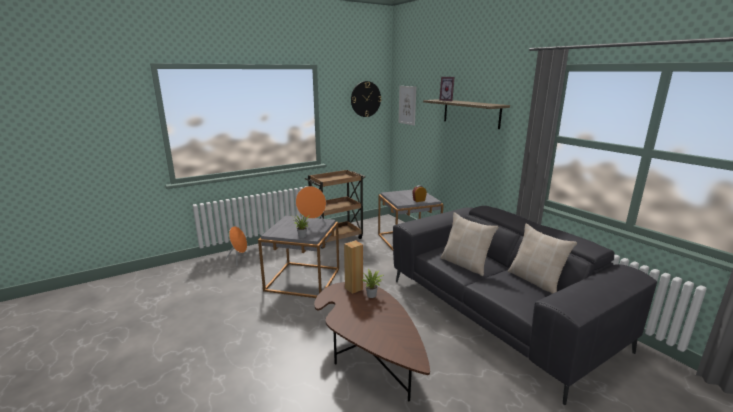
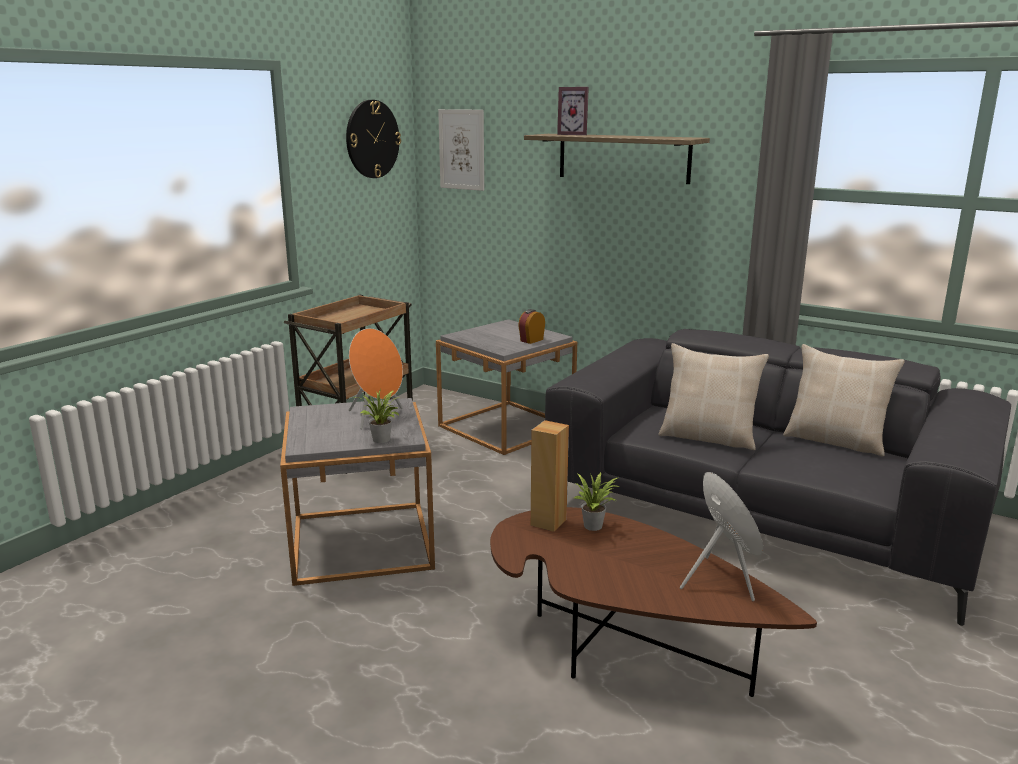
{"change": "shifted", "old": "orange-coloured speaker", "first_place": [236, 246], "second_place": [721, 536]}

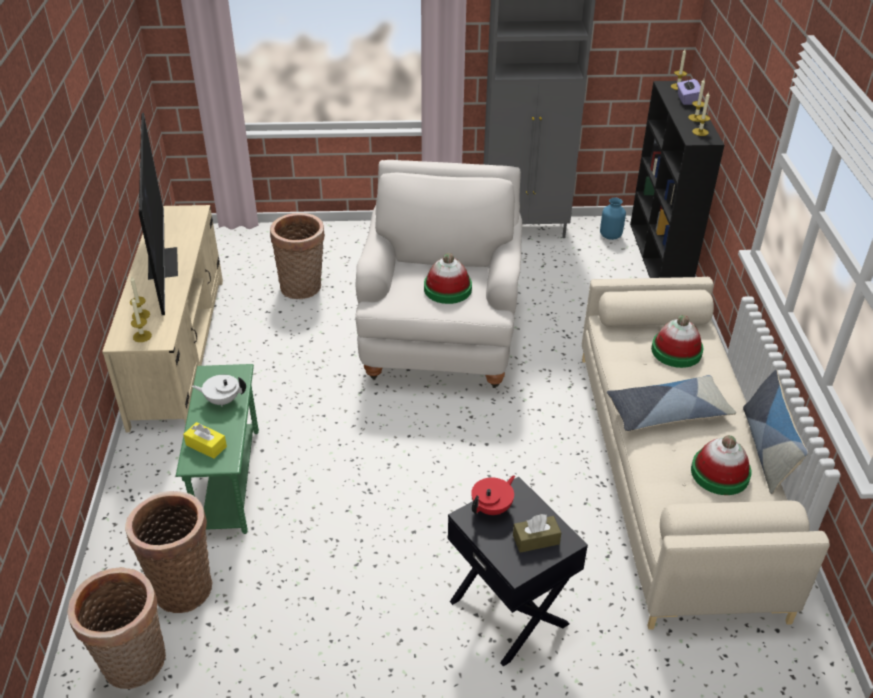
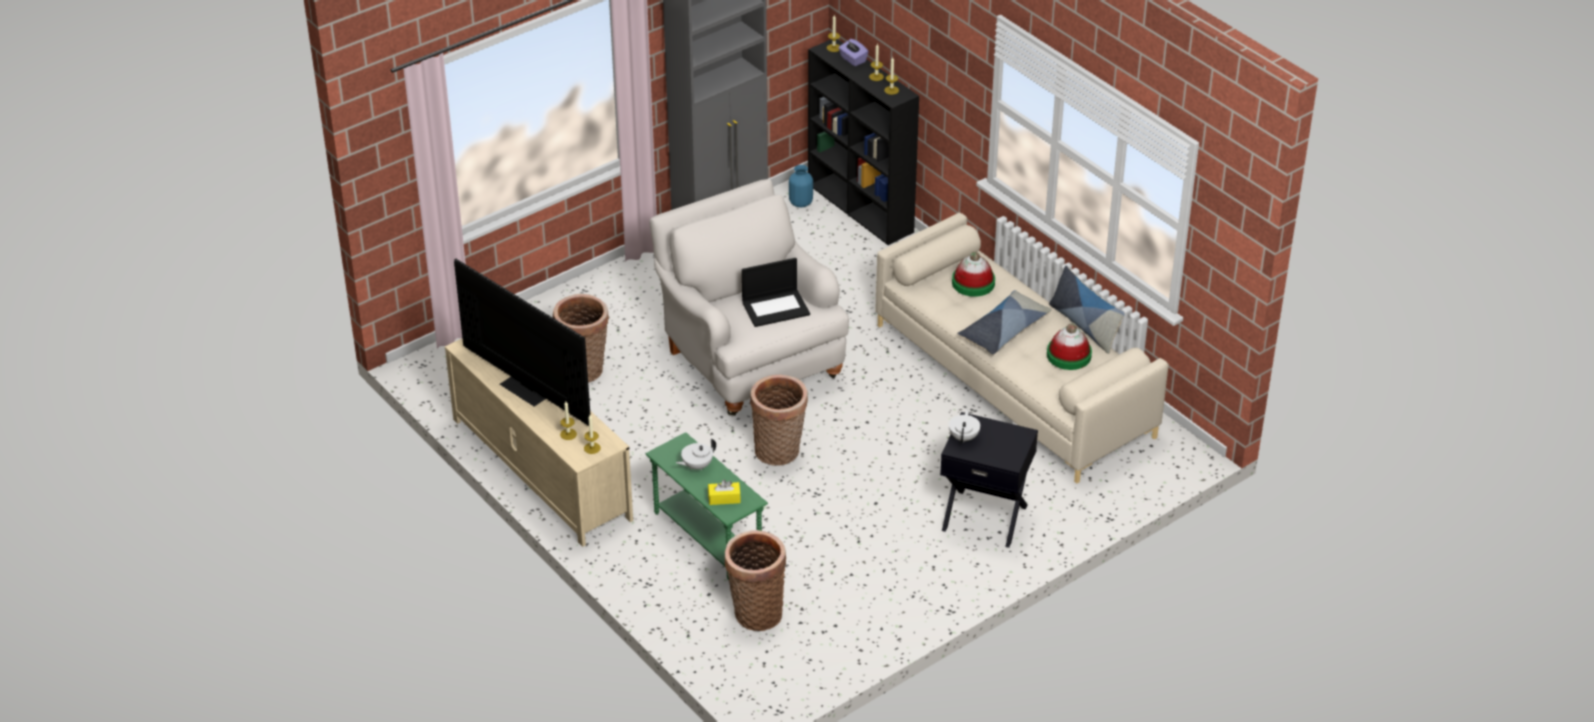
{"change": "swapped", "old": "clothing hat", "new": "portable computer", "first_place": [448, 278], "second_place": [776, 292]}
{"change": "repainted", "old": "reddish pot for tea", "new": "white pot for tea", "first_place": [493, 495], "second_place": [964, 426]}
{"change": "gone", "old": "brownish tissue holder", "first_place": [537, 533]}
{"change": "shifted", "old": "basket", "first_place": [117, 628], "second_place": [779, 420]}

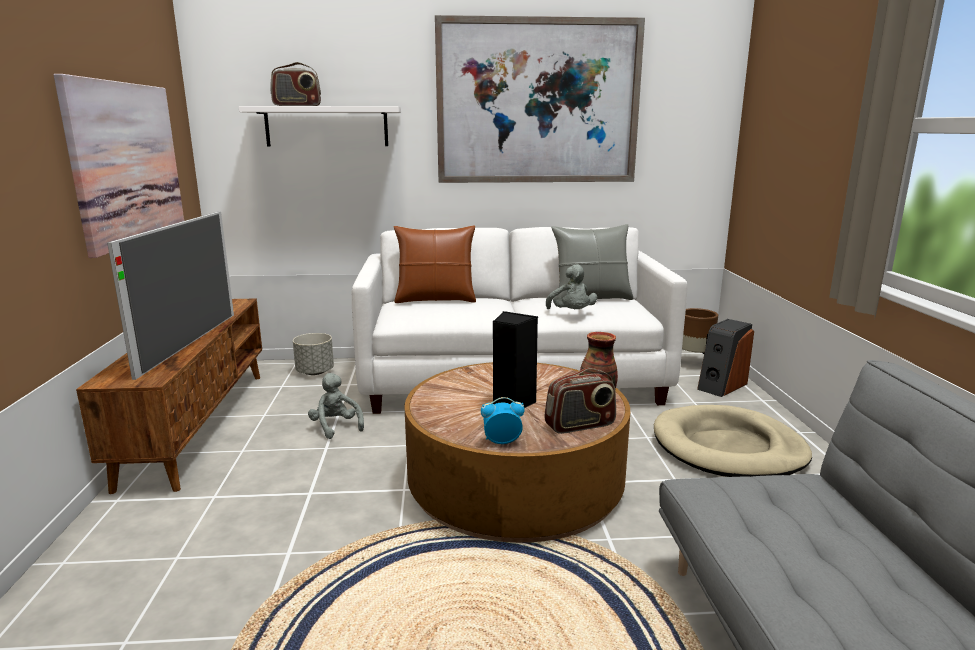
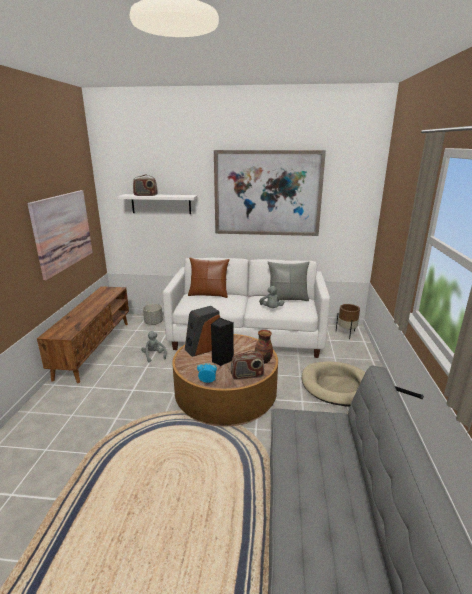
{"change": "gone", "old": "TV", "first_place": [170, 295]}
{"change": "shifted", "old": "speaker", "first_place": [725, 358], "second_place": [202, 331]}

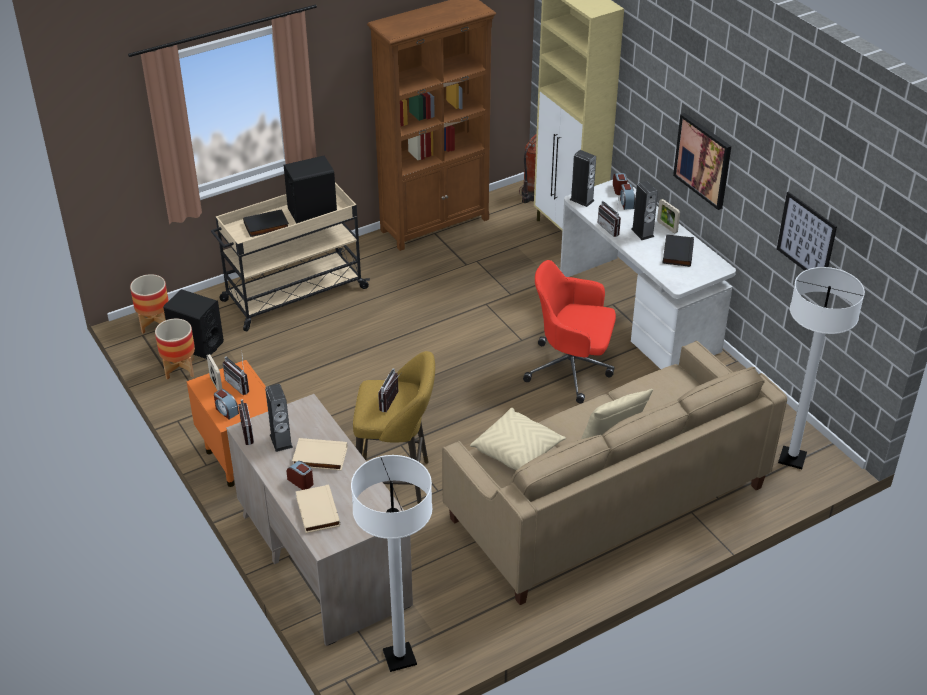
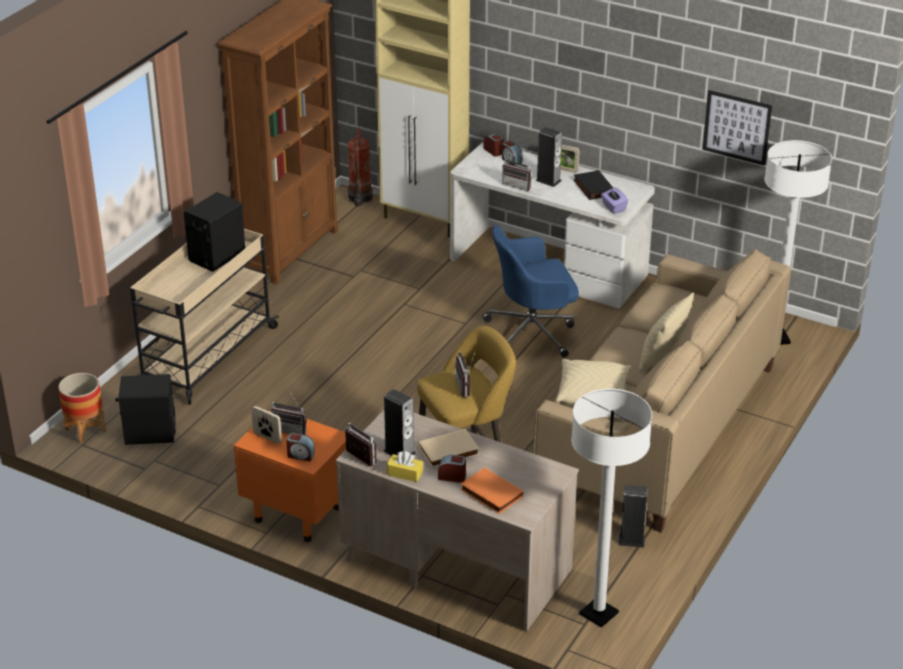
{"change": "gone", "old": "picture", "first_place": [702, 161]}
{"change": "shifted", "old": "speaker", "first_place": [583, 178], "second_place": [633, 516]}
{"change": "gone", "old": "black-coloured volume", "first_place": [266, 223]}
{"change": "repainted", "old": "reddish desk chair", "new": "blue-coloured desk chair", "first_place": [569, 332], "second_place": [531, 291]}
{"change": "gone", "old": "planter", "first_place": [175, 349]}
{"change": "repainted", "old": "sand-coloured volume", "new": "orange-coloured volume", "first_place": [318, 508], "second_place": [492, 490]}
{"change": "new", "new": "purple tissue holder", "second_place": [614, 200]}
{"change": "new", "new": "yellow tissue holder", "second_place": [405, 466]}

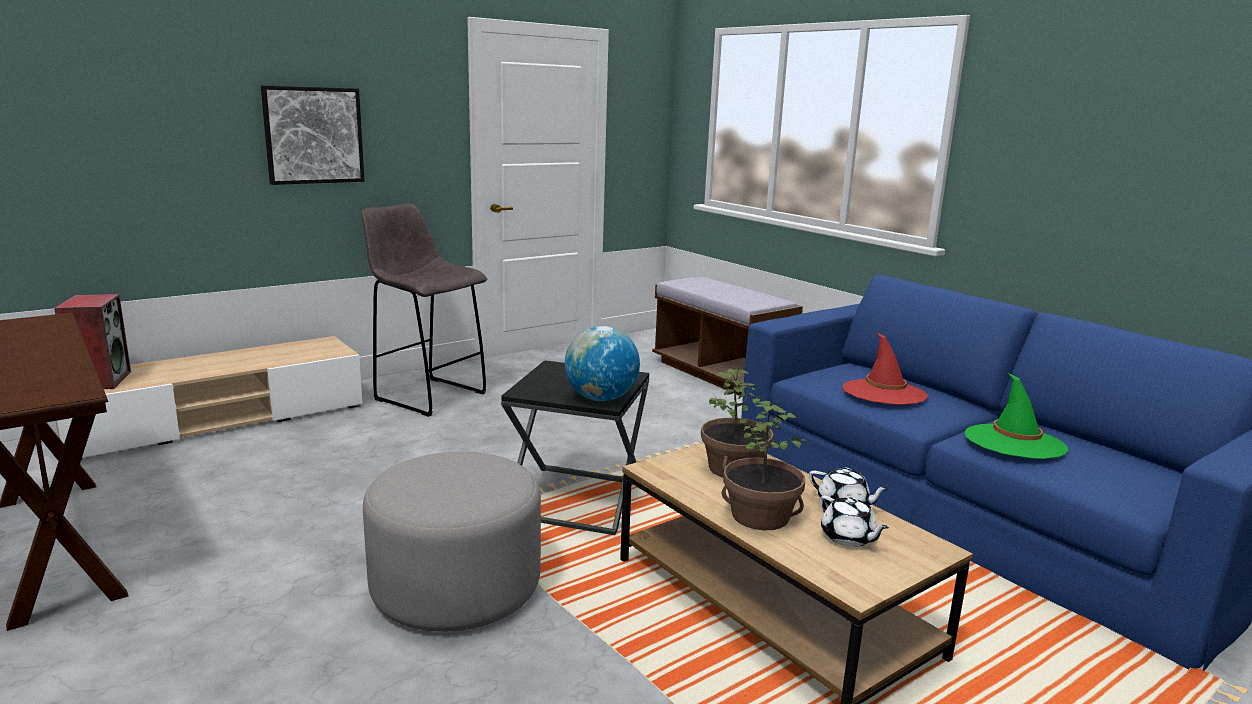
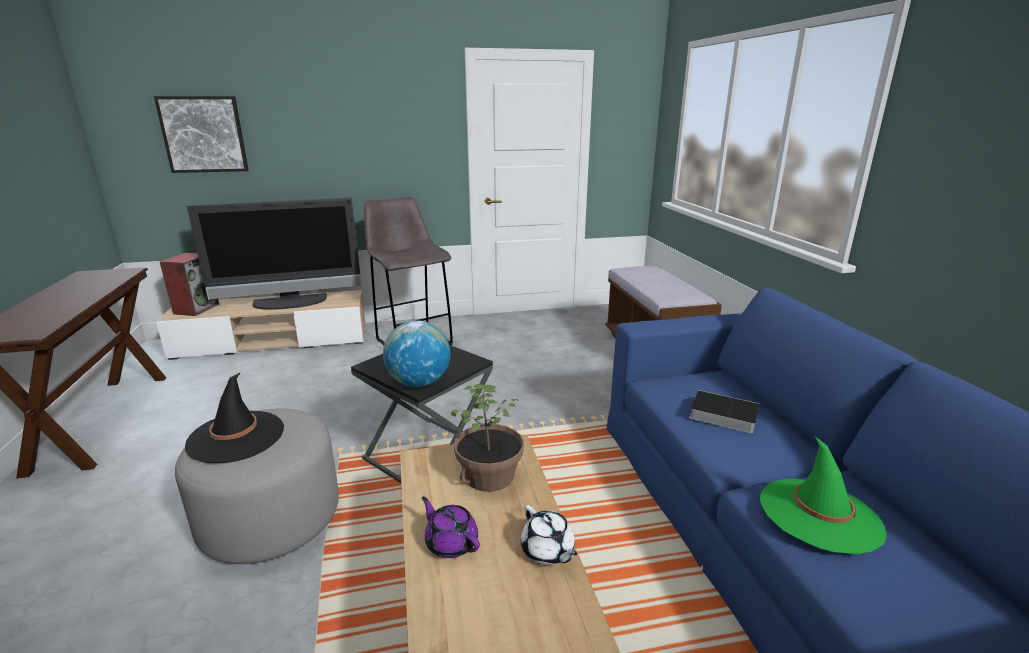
{"change": "shifted", "old": "picture", "first_place": [313, 135], "second_place": [201, 134]}
{"change": "swapped", "old": "reddish clothing hat", "new": "volume", "first_place": [885, 368], "second_place": [722, 412]}
{"change": "swapped", "old": "plant in a pot", "new": "purple pot for tea", "first_place": [765, 465], "second_place": [451, 527]}
{"change": "gone", "old": "white pot for tea", "first_place": [854, 521]}
{"change": "new", "new": "TV", "second_place": [274, 254]}
{"change": "new", "new": "black-coloured clothing hat", "second_place": [234, 417]}

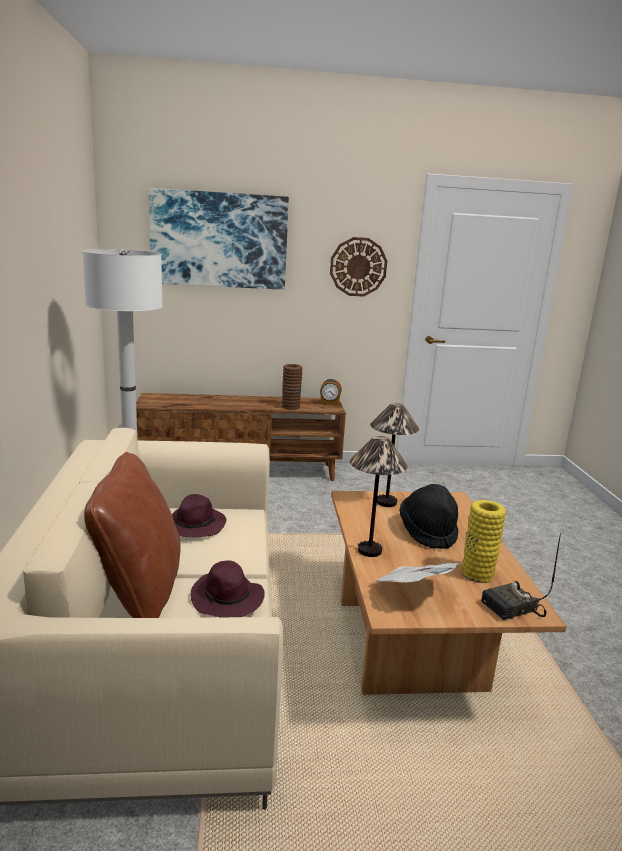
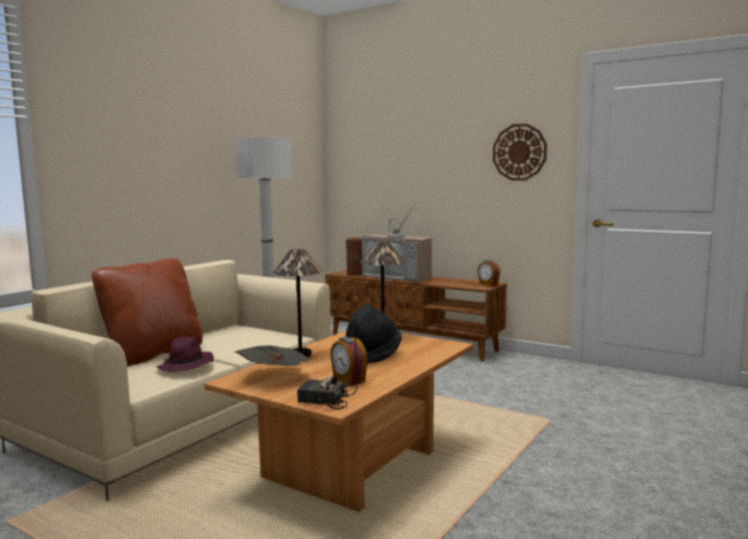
{"change": "gone", "old": "picture", "first_place": [219, 239]}
{"change": "shifted", "old": "brownish vase", "first_place": [292, 387], "second_place": [354, 257]}
{"change": "gone", "old": "purple clothing hat", "first_place": [199, 516]}
{"change": "swapped", "old": "yellow vase", "new": "table clock", "first_place": [484, 541], "second_place": [348, 361]}
{"change": "new", "new": "TV", "second_place": [397, 242]}

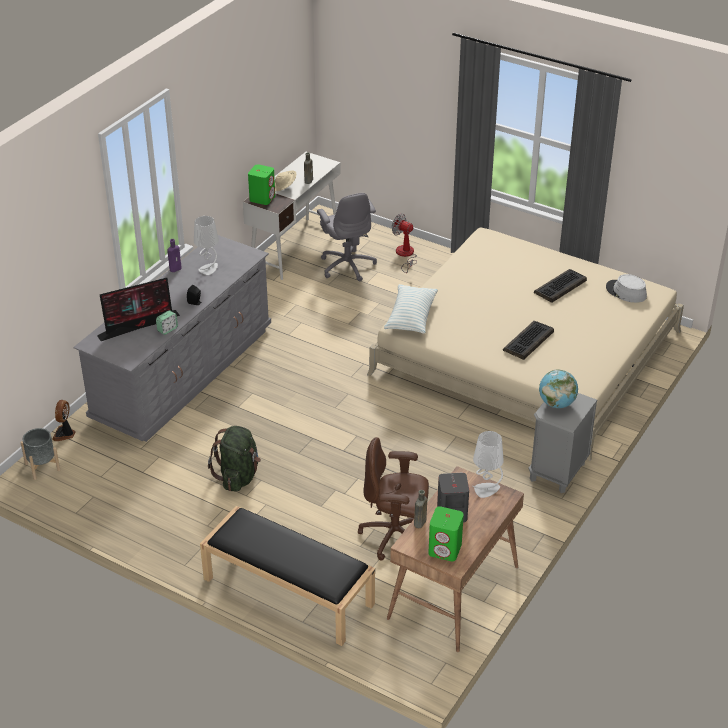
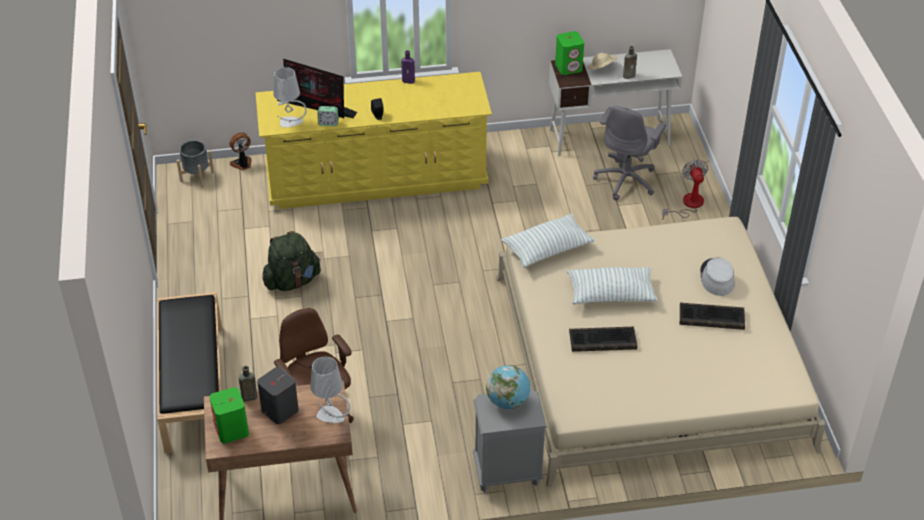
{"change": "shifted", "old": "greyish lamp for a table", "first_place": [206, 245], "second_place": [290, 97]}
{"change": "repainted", "old": "greyish drawer chest", "new": "yellow drawer chest", "first_place": [172, 338], "second_place": [374, 140]}
{"change": "shifted", "old": "greyish clothing hat", "first_place": [626, 288], "second_place": [717, 277]}
{"change": "new", "new": "cushion", "second_place": [612, 285]}

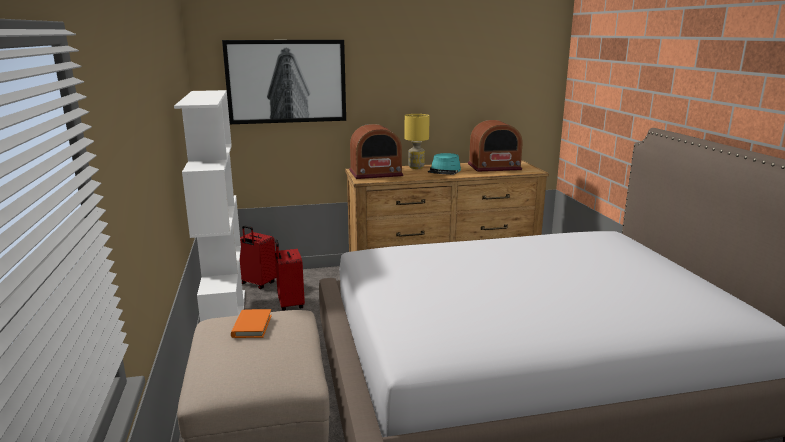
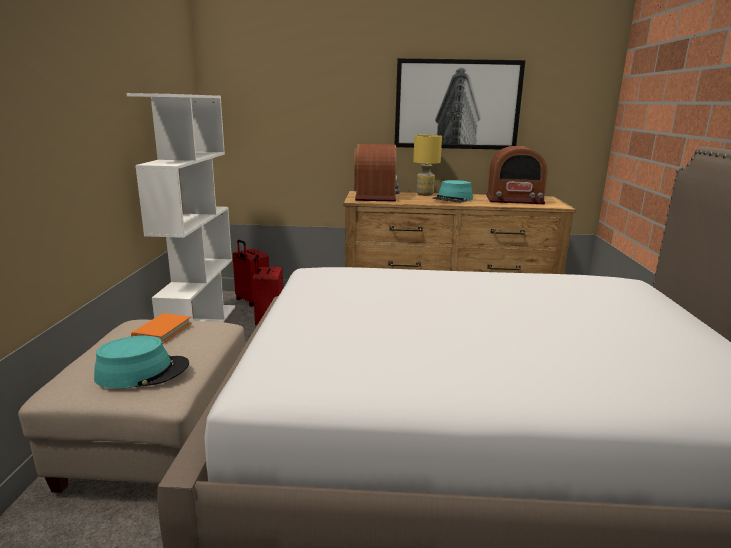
{"change": "shifted", "old": "picture", "first_place": [284, 82], "second_place": [460, 104]}
{"change": "rotated", "old": "radio", "first_place": [376, 151], "second_place": [377, 173], "degrees": -90}
{"change": "new", "new": "blue-green clothing hat", "second_place": [141, 362]}

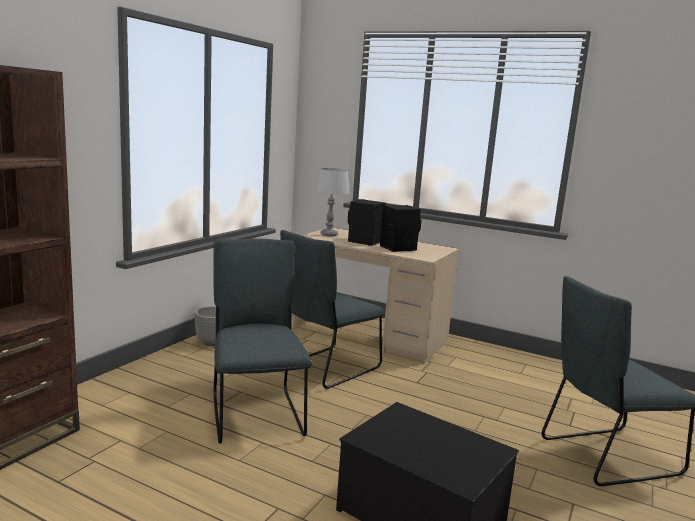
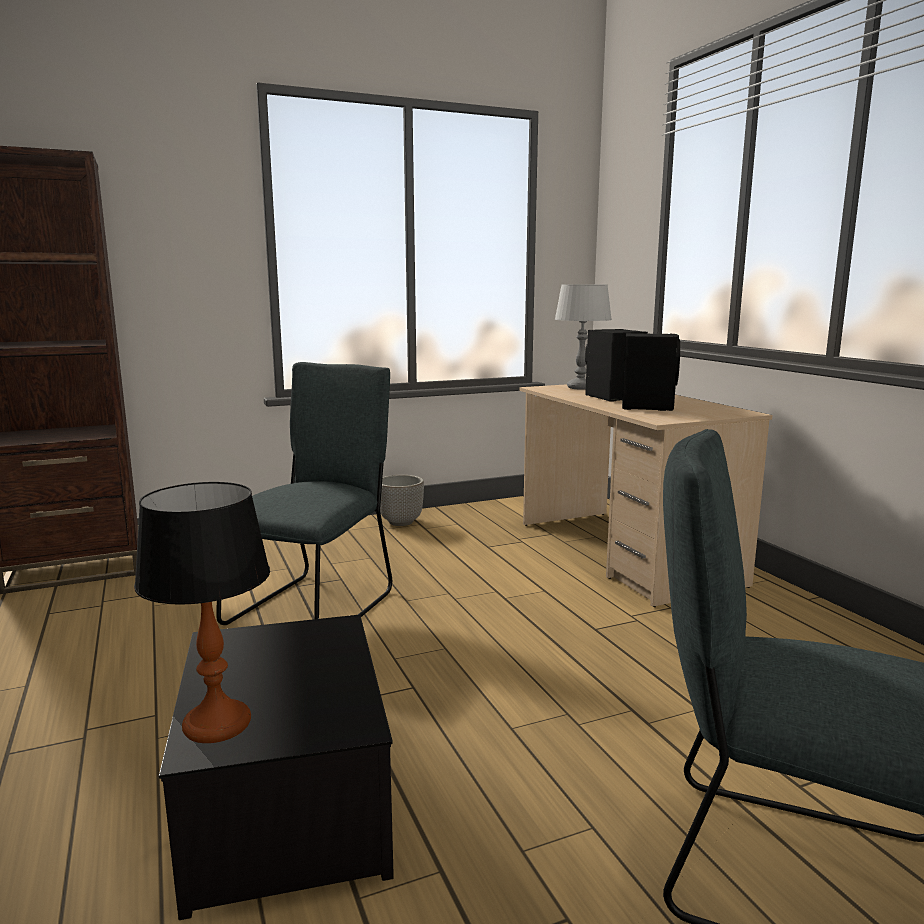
{"change": "gone", "old": "greyish chair", "first_place": [332, 309]}
{"change": "new", "new": "lamp for a table", "second_place": [202, 612]}

